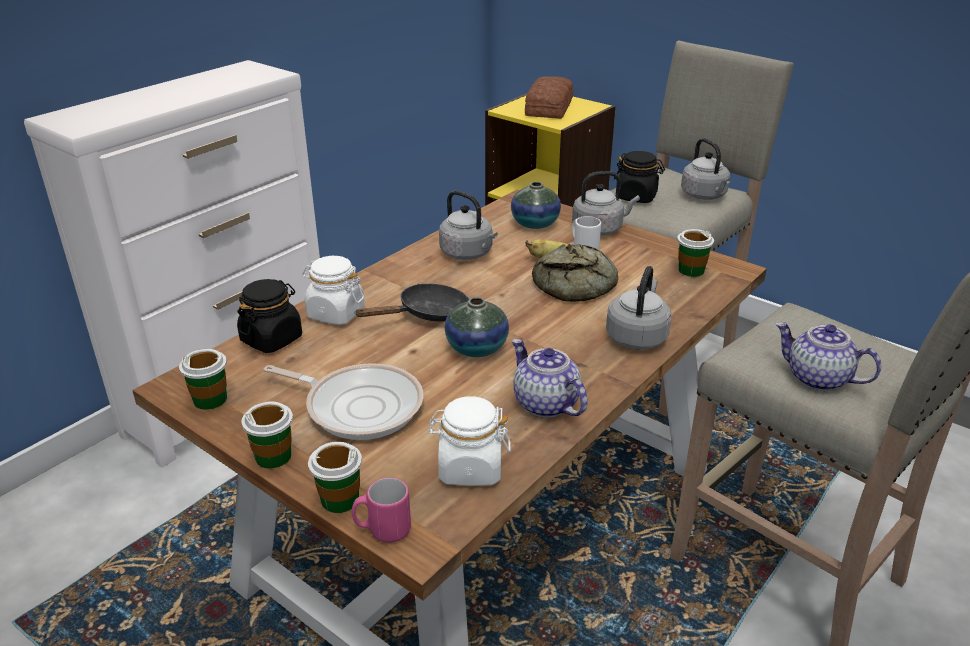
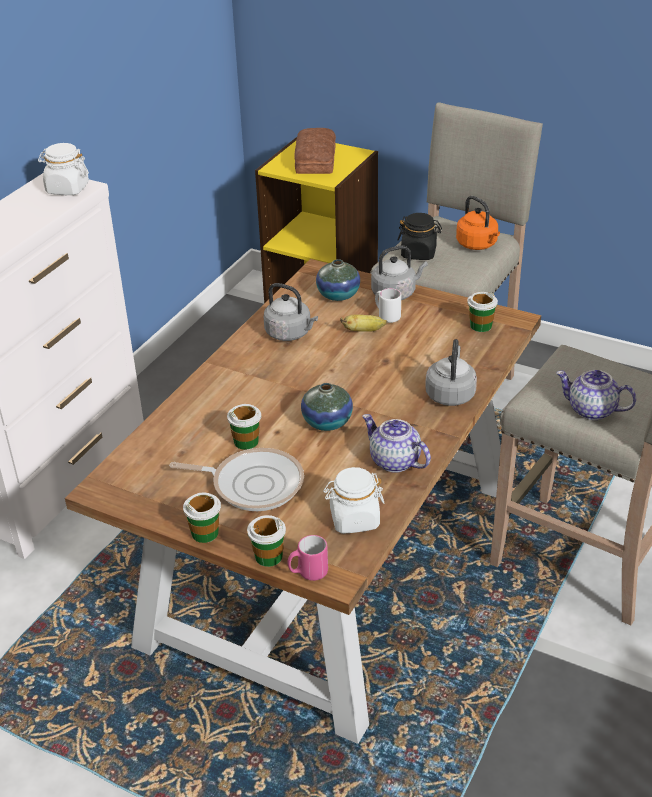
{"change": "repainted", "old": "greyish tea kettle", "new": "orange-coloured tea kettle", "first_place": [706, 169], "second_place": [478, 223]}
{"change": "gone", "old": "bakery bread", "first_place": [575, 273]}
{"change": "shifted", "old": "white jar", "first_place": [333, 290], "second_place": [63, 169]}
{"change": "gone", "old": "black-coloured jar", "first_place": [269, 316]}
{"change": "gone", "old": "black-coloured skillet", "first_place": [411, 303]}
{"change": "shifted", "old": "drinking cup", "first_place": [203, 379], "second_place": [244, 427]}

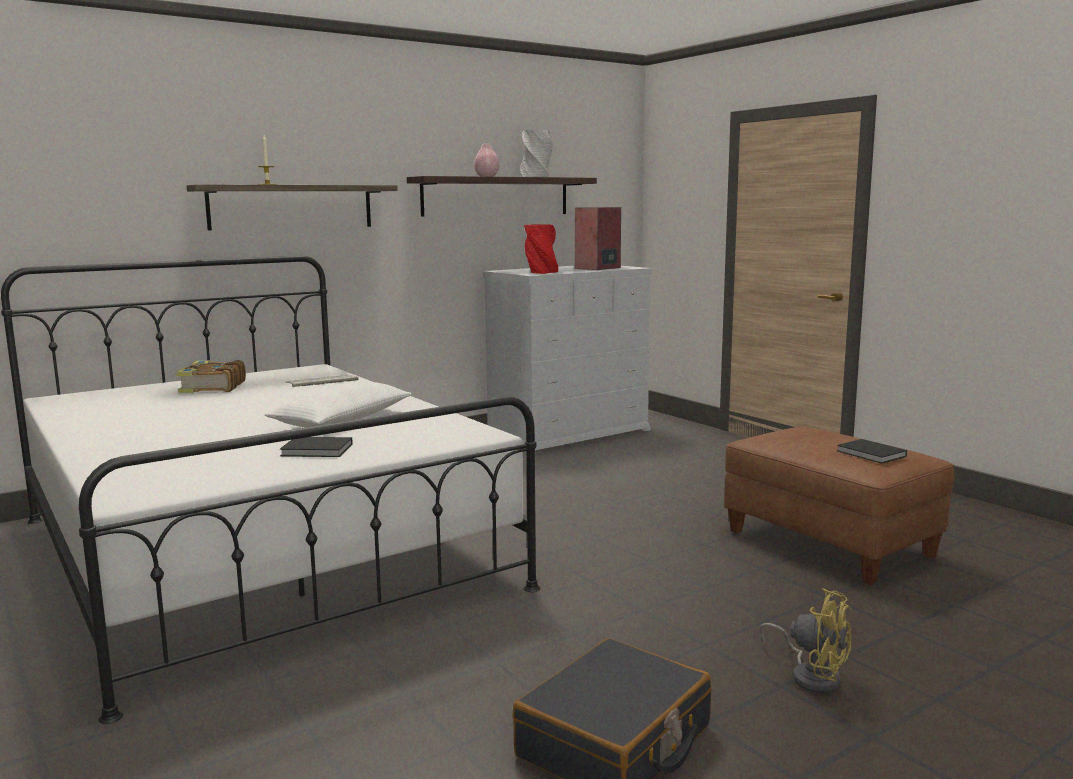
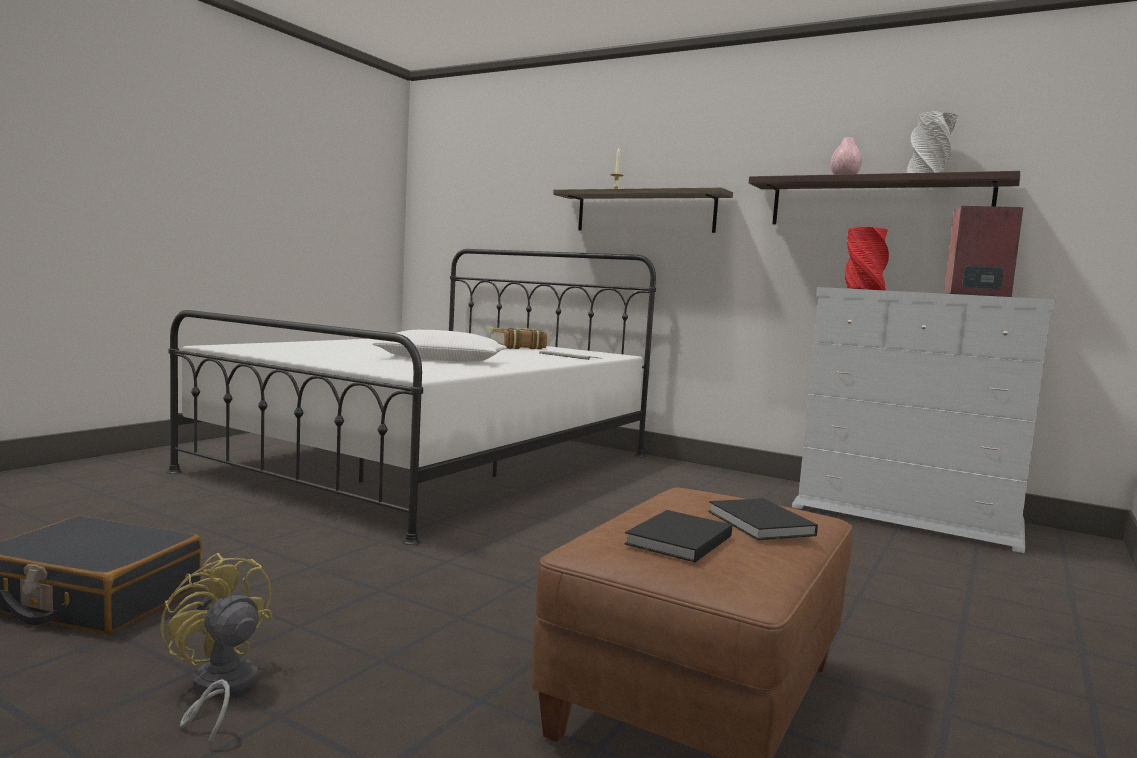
{"change": "shifted", "old": "black-coloured volume", "first_place": [316, 447], "second_place": [763, 519]}
{"change": "rotated", "old": "yellow fan", "first_place": [805, 640], "second_place": [216, 650], "degrees": 120}

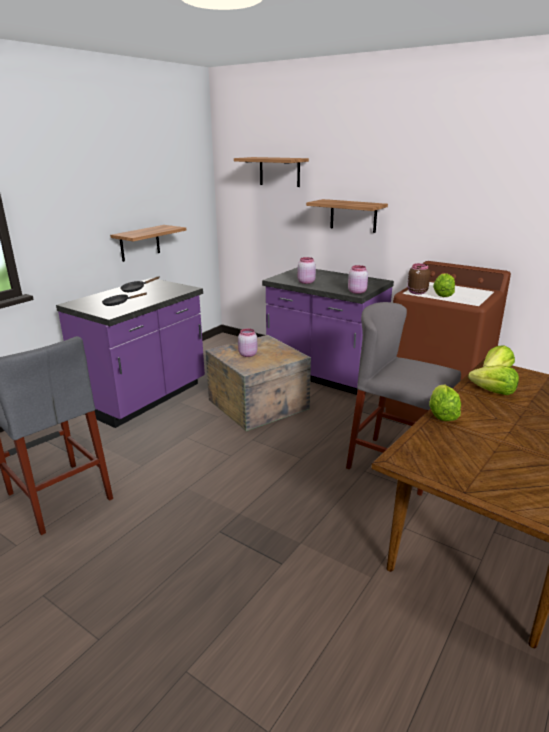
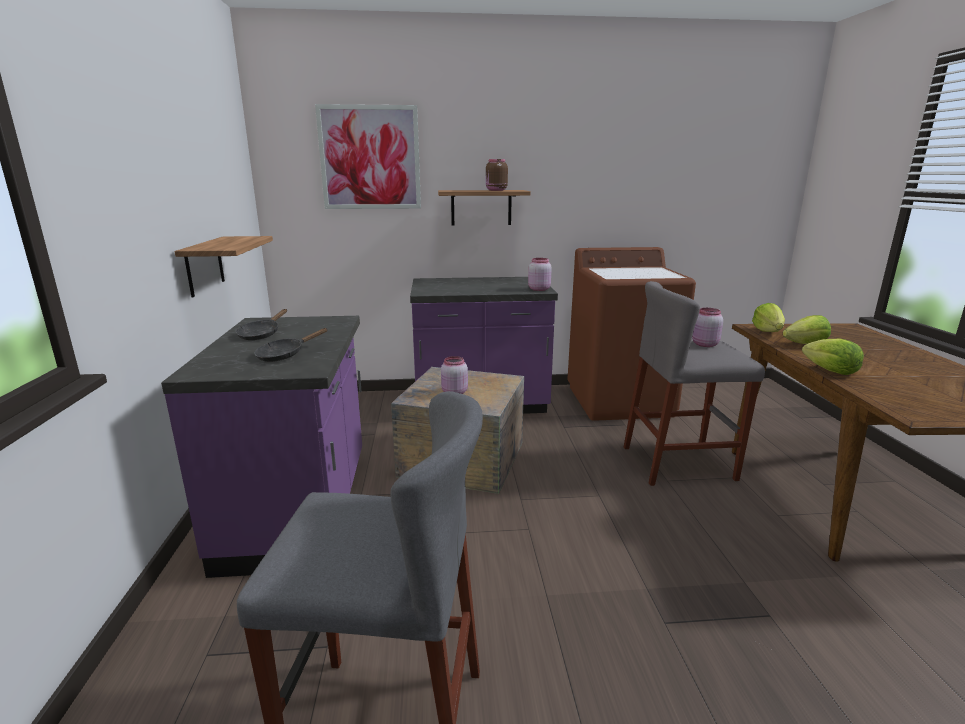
{"change": "swapped", "old": "bracket shelf", "new": "picture", "first_place": [271, 172], "second_place": [368, 156]}
{"change": "shifted", "old": "pink-coloured jar", "first_place": [307, 270], "second_place": [707, 327]}
{"change": "shifted", "old": "brownish jar", "first_place": [418, 278], "second_place": [497, 175]}
{"change": "gone", "old": "lettuce head", "first_place": [444, 285]}

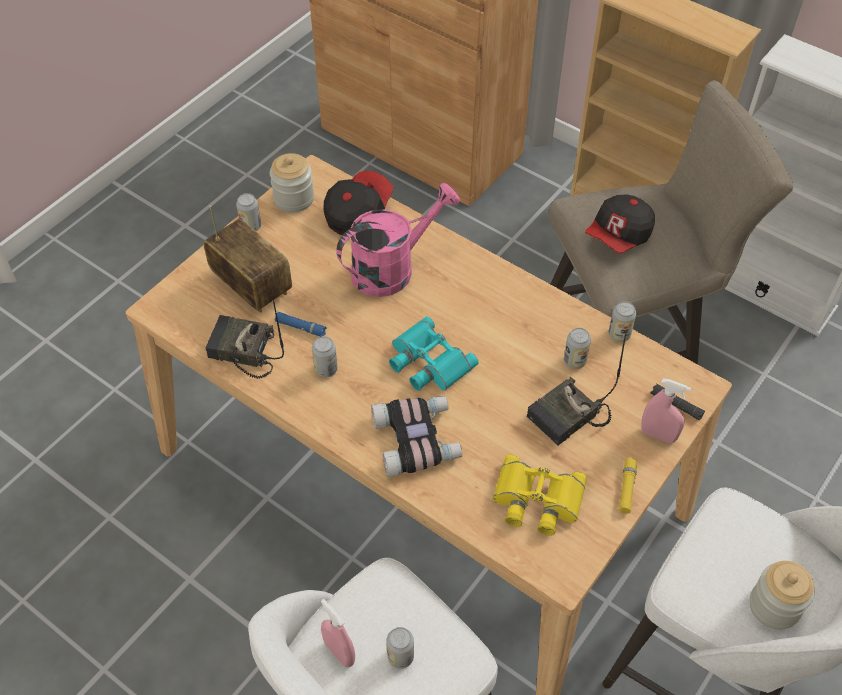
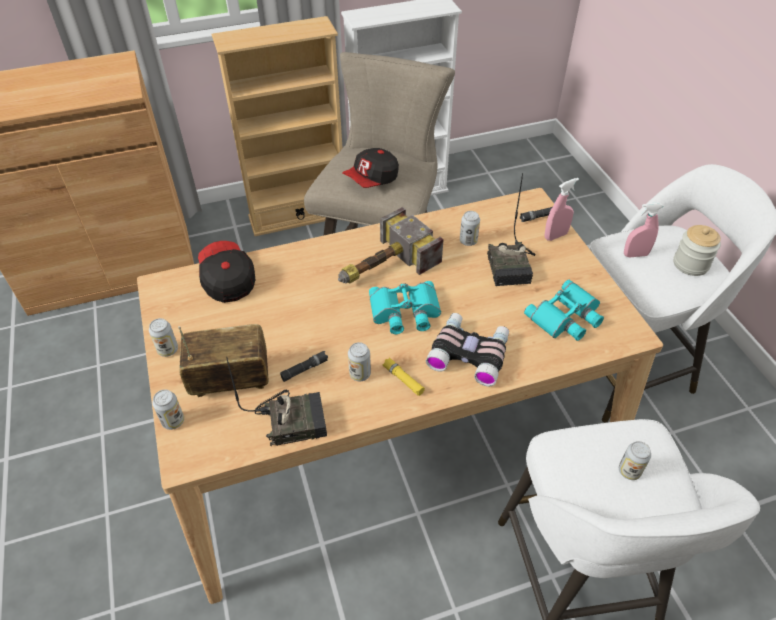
{"change": "gone", "old": "jar", "first_place": [292, 182]}
{"change": "gone", "old": "pink-coloured sprinkling can", "first_place": [398, 240]}
{"change": "rotated", "old": "peaked cap", "first_place": [620, 224], "second_place": [370, 168], "degrees": 60}
{"change": "rotated", "old": "radio", "first_place": [244, 339], "second_place": [276, 401], "degrees": -150}
{"change": "shifted", "old": "can", "first_place": [622, 321], "second_place": [168, 410]}
{"change": "repainted", "old": "blue-coloured hand torch", "new": "black-coloured hand torch", "first_place": [301, 324], "second_place": [304, 366]}
{"change": "repainted", "old": "yellow field glasses", "new": "blue-green field glasses", "first_place": [539, 495], "second_place": [564, 310]}
{"change": "shifted", "old": "yellow hand torch", "first_place": [628, 486], "second_place": [404, 376]}
{"change": "shifted", "old": "pink-coloured hand sprayer", "first_place": [338, 633], "second_place": [643, 230]}
{"change": "new", "new": "hand hammer", "second_place": [391, 245]}

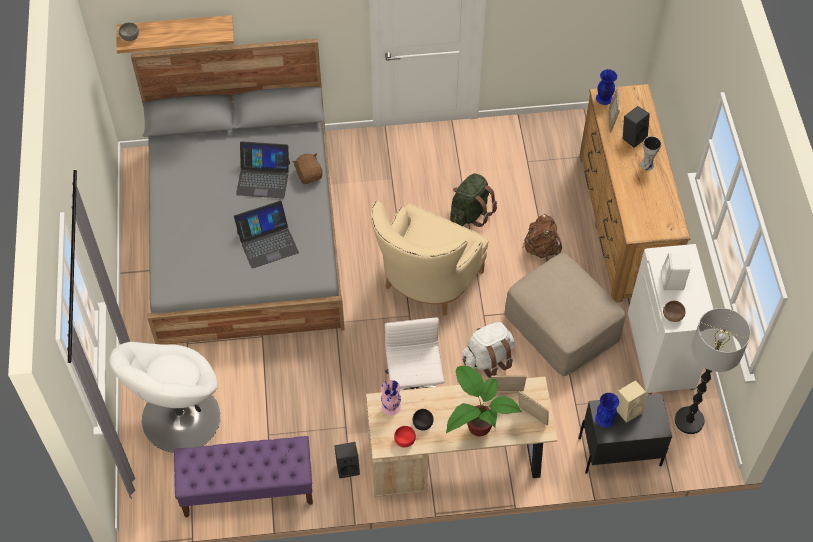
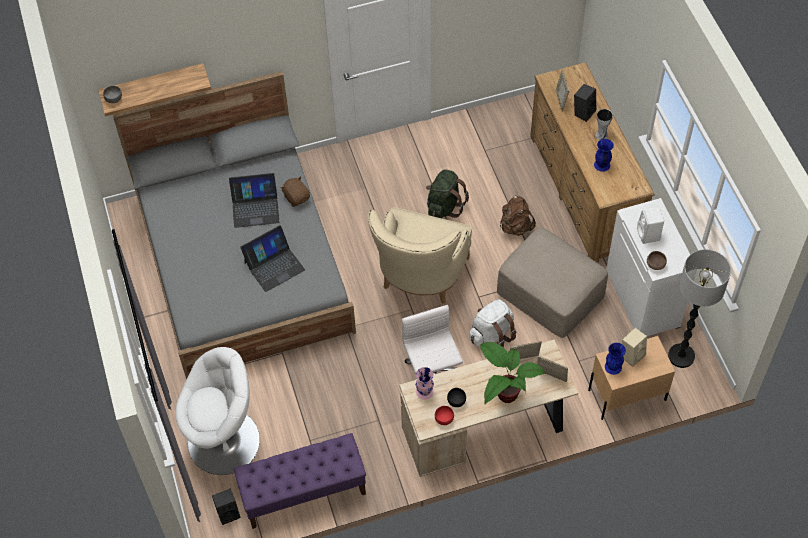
{"change": "shifted", "old": "blue-coloured vase", "first_place": [606, 87], "second_place": [604, 155]}
{"change": "rotated", "old": "white easy chair", "first_place": [165, 397], "second_place": [217, 411], "degrees": -120}
{"change": "repainted", "old": "black-coloured nightstand", "new": "sand-coloured nightstand", "first_place": [625, 434], "second_place": [631, 378]}
{"change": "shifted", "old": "black-coloured speaker", "first_place": [347, 460], "second_place": [226, 506]}

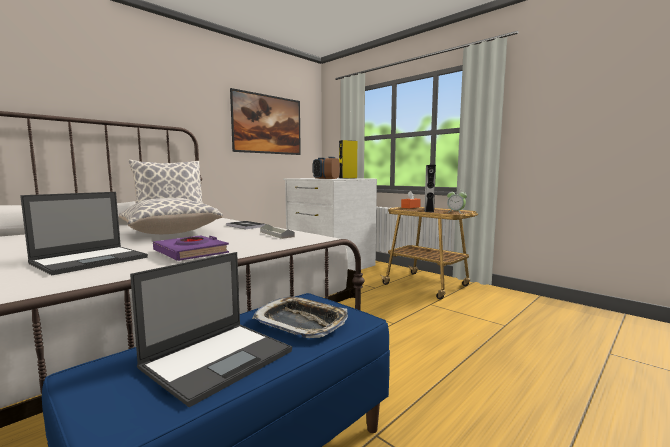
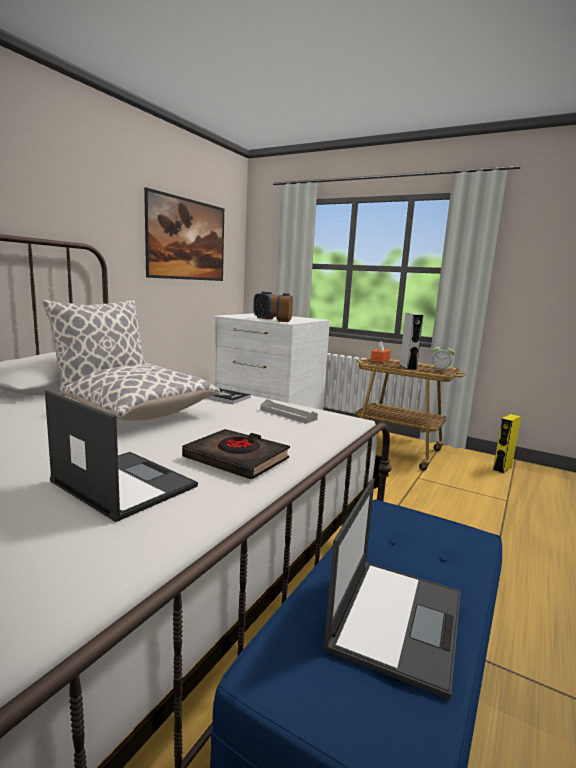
{"change": "shifted", "old": "yellow speaker", "first_place": [348, 159], "second_place": [507, 443]}
{"change": "rotated", "old": "portable computer", "first_place": [84, 233], "second_place": [121, 456], "degrees": -75}
{"change": "repainted", "old": "purple volume", "new": "black-coloured volume", "first_place": [191, 248], "second_place": [236, 454]}
{"change": "gone", "old": "carrying tray", "first_place": [300, 317]}

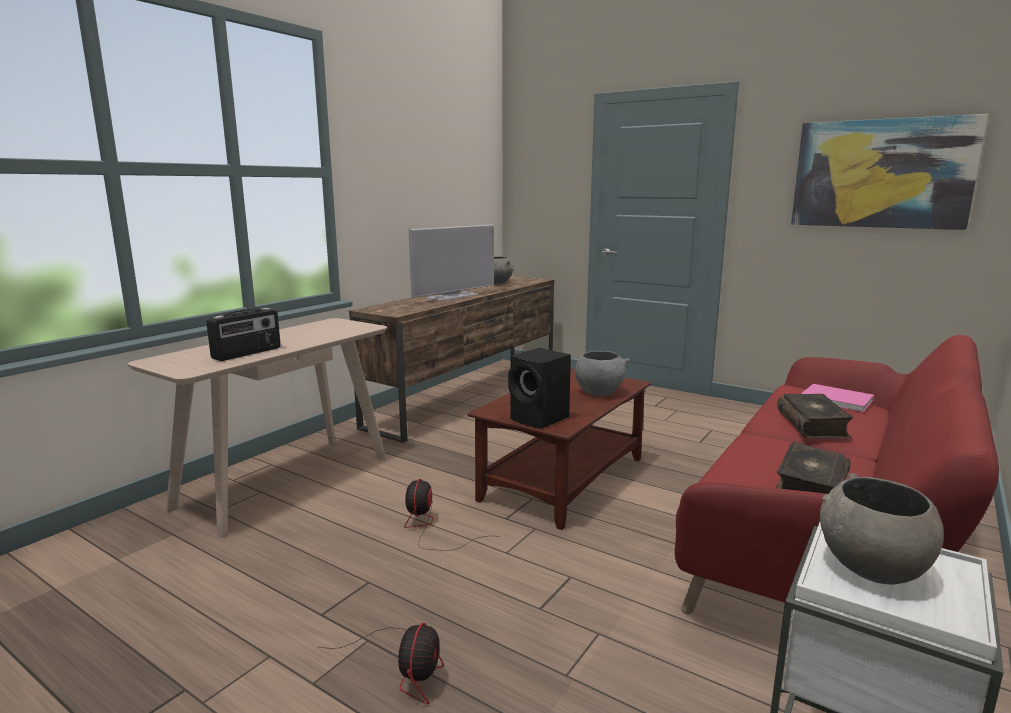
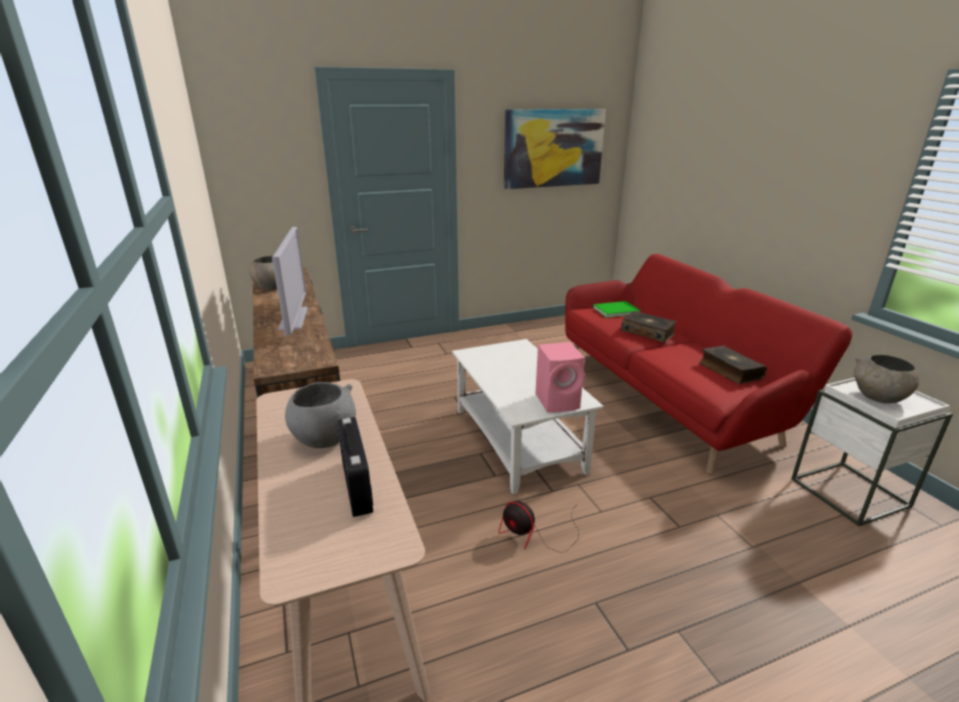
{"change": "repainted", "old": "black-coloured speaker", "new": "pink-coloured speaker", "first_place": [539, 388], "second_place": [560, 377]}
{"change": "shifted", "old": "greyish bowl", "first_place": [602, 373], "second_place": [320, 415]}
{"change": "repainted", "old": "brownish coffee table", "new": "white coffee table", "first_place": [559, 449], "second_place": [527, 416]}
{"change": "repainted", "old": "pink-coloured volume", "new": "greenish volume", "first_place": [837, 398], "second_place": [617, 309]}
{"change": "gone", "old": "fan", "first_place": [381, 663]}

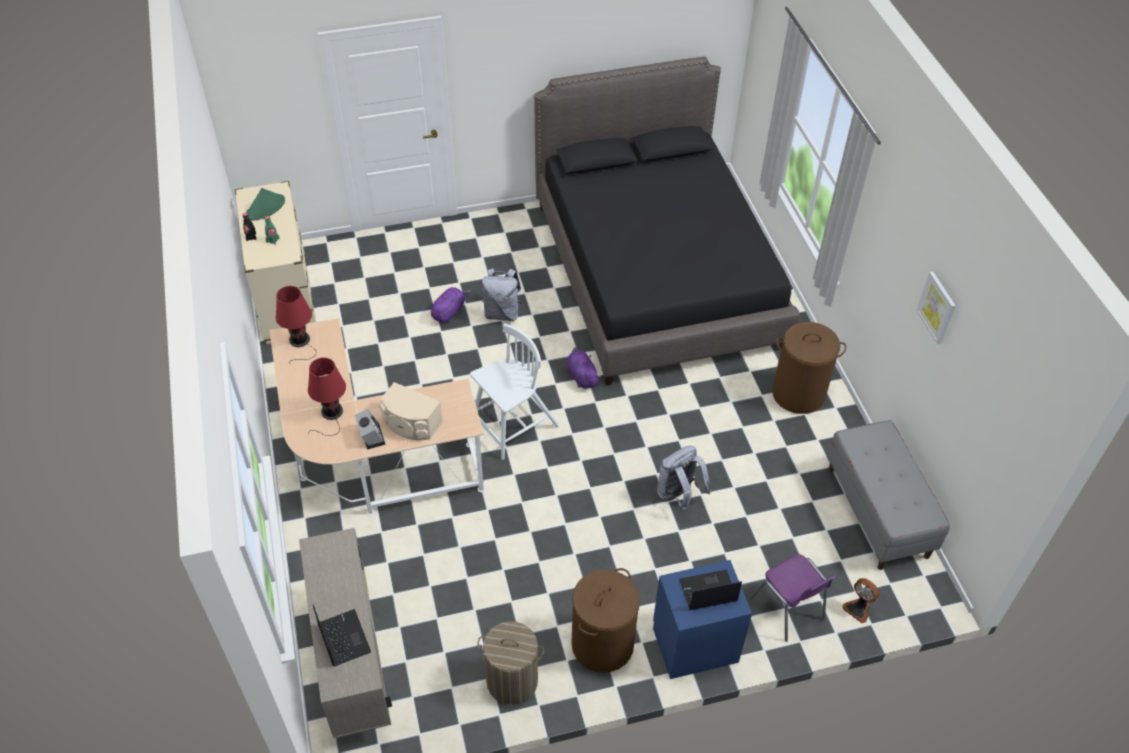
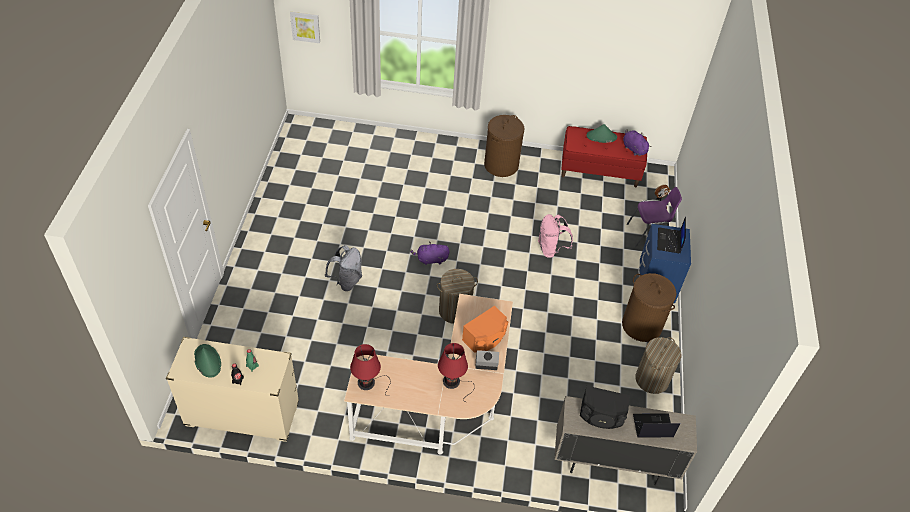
{"change": "gone", "old": "black-coloured bedroom bed", "first_place": [667, 221]}
{"change": "shifted", "old": "picture", "first_place": [936, 308], "second_place": [305, 27]}
{"change": "shifted", "old": "purple soft toy", "first_place": [451, 305], "second_place": [637, 142]}
{"change": "swapped", "old": "white chair", "new": "hamper", "first_place": [514, 391], "second_place": [457, 296]}
{"change": "repainted", "old": "sand-coloured speaker", "new": "orange-coloured speaker", "first_place": [411, 411], "second_place": [485, 329]}
{"change": "repainted", "old": "greyish bench", "new": "reddish bench", "first_place": [888, 495], "second_place": [604, 156]}
{"change": "repainted", "old": "greyish backpack", "new": "pink-coloured backpack", "first_place": [684, 478], "second_place": [555, 236]}
{"change": "new", "new": "greenish clothing hat", "second_place": [601, 133]}
{"change": "new", "new": "black-coloured speaker", "second_place": [605, 407]}

